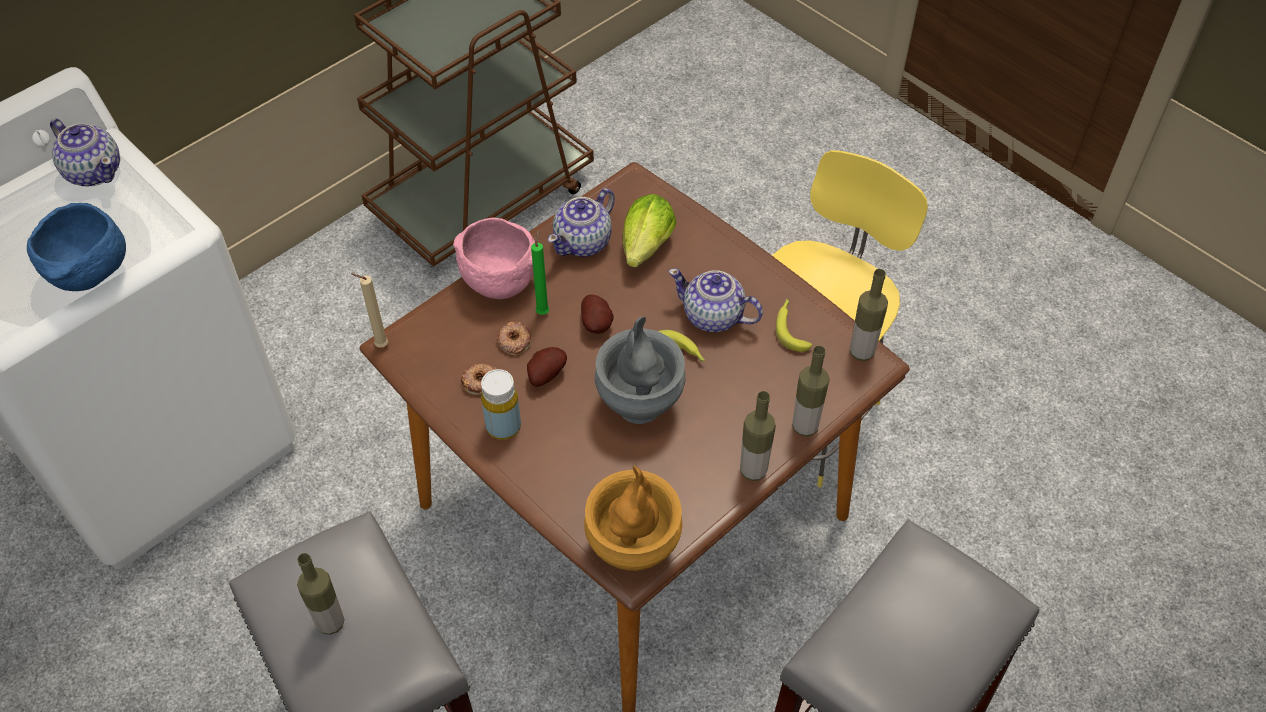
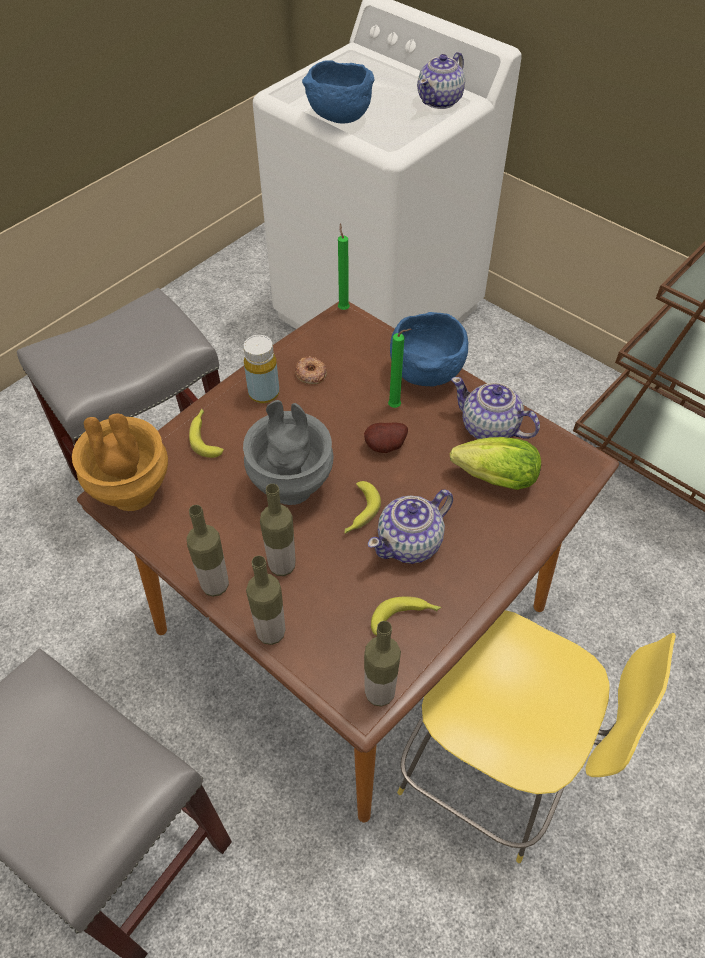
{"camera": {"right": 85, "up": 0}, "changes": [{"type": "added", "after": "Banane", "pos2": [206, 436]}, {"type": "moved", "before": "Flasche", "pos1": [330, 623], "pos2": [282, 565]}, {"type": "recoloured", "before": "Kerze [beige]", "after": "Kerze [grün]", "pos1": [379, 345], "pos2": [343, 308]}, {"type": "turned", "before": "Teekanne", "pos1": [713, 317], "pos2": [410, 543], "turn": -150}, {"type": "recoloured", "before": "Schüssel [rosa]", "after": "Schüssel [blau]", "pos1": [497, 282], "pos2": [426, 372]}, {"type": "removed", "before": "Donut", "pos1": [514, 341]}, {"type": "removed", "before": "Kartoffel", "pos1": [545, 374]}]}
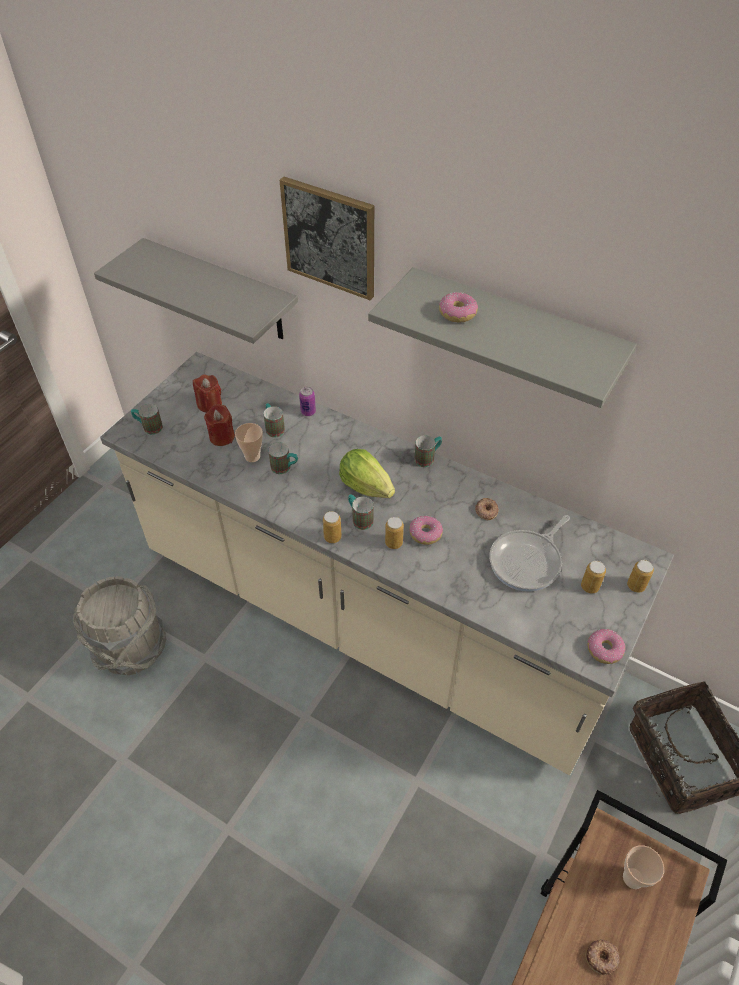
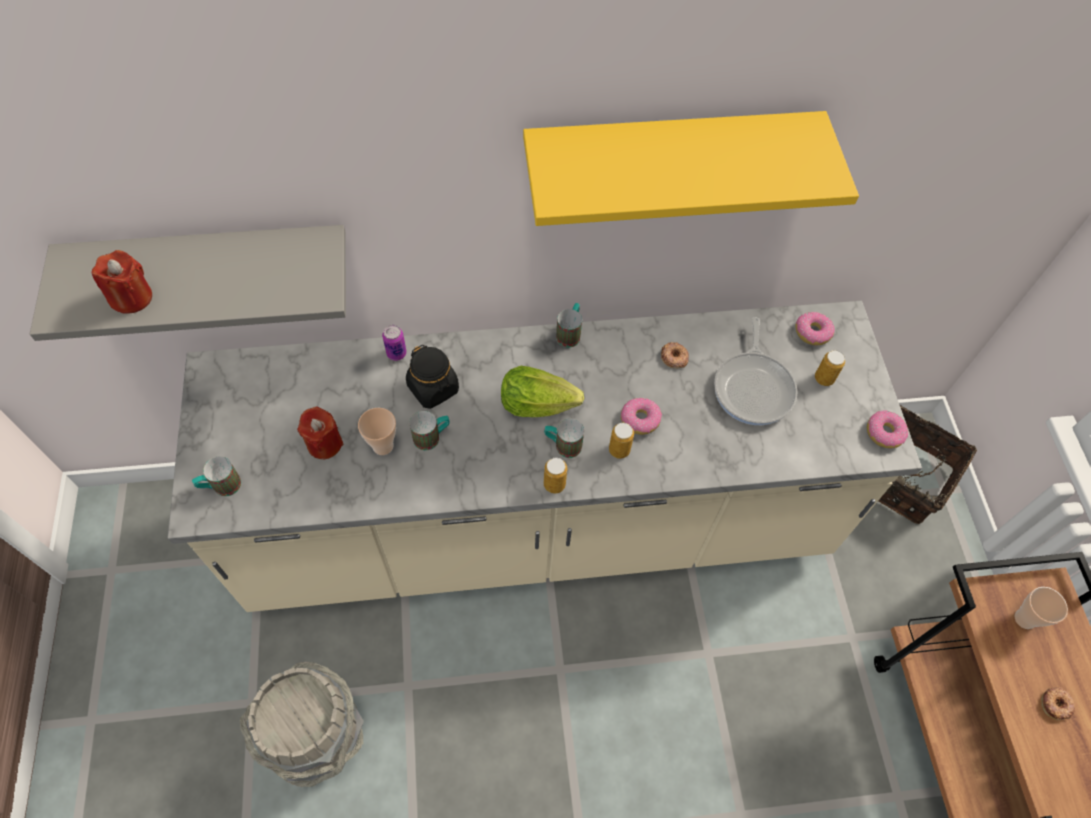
{"camera": {"right": -40, "up": 10}, "changes": [{"type": "moved", "before": "Kerze [rot]", "pos1": [209, 404], "pos2": [132, 297]}, {"type": "added", "after": "Vorratsglas [schwarz]", "pos2": [433, 388]}, {"type": "recoloured", "before": "Wandregal [grau]", "after": "Wandregal [gelb]", "pos1": [514, 333], "pos2": [669, 155]}, {"type": "moved", "before": "Donut", "pos1": [457, 313], "pos2": [812, 332]}, {"type": "removed", "before": "Henkelbecher", "pos1": [273, 427]}, {"type": "removed", "before": "Bild", "pos1": [330, 238]}, {"type": "removed", "before": "Dose", "pos1": [636, 586]}]}
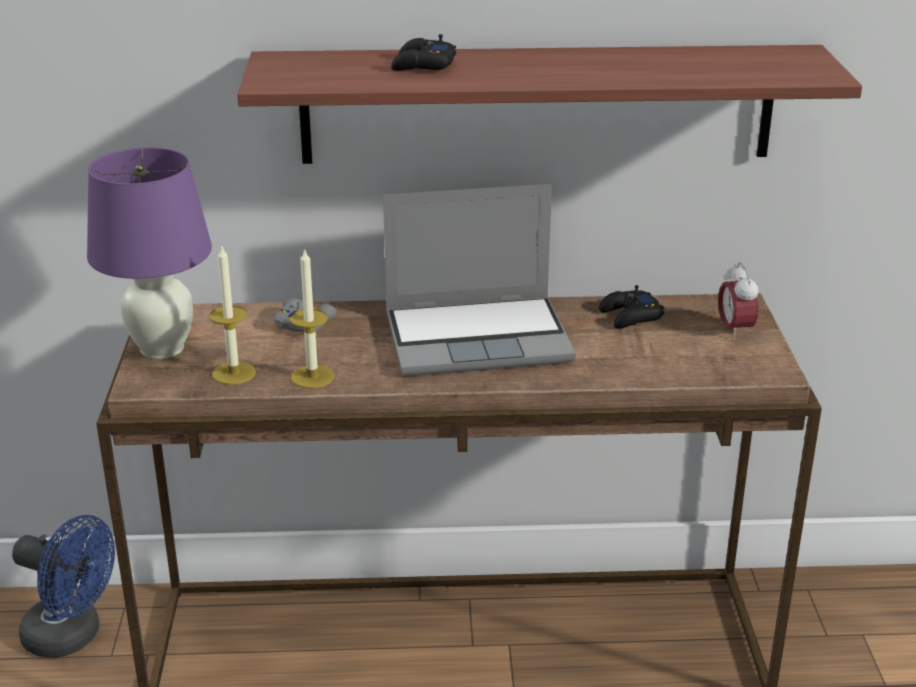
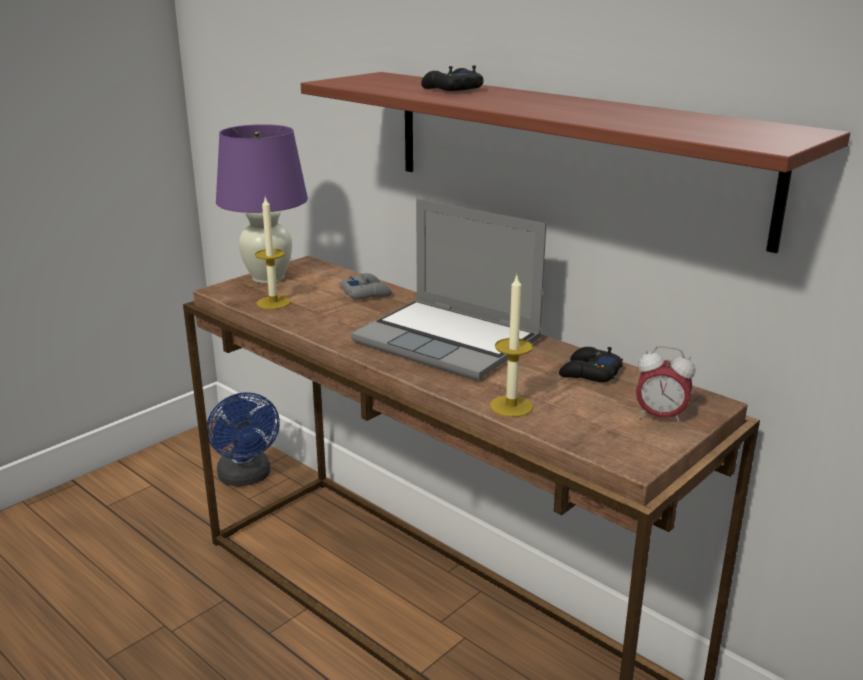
{"camera": {"right": 45, "up": -5}, "changes": [{"type": "moved", "before": "Kerze", "pos1": [312, 377], "pos2": [511, 406]}, {"type": "turned", "before": "Wecker", "pos1": [734, 330], "pos2": [660, 417], "turn": -105}]}
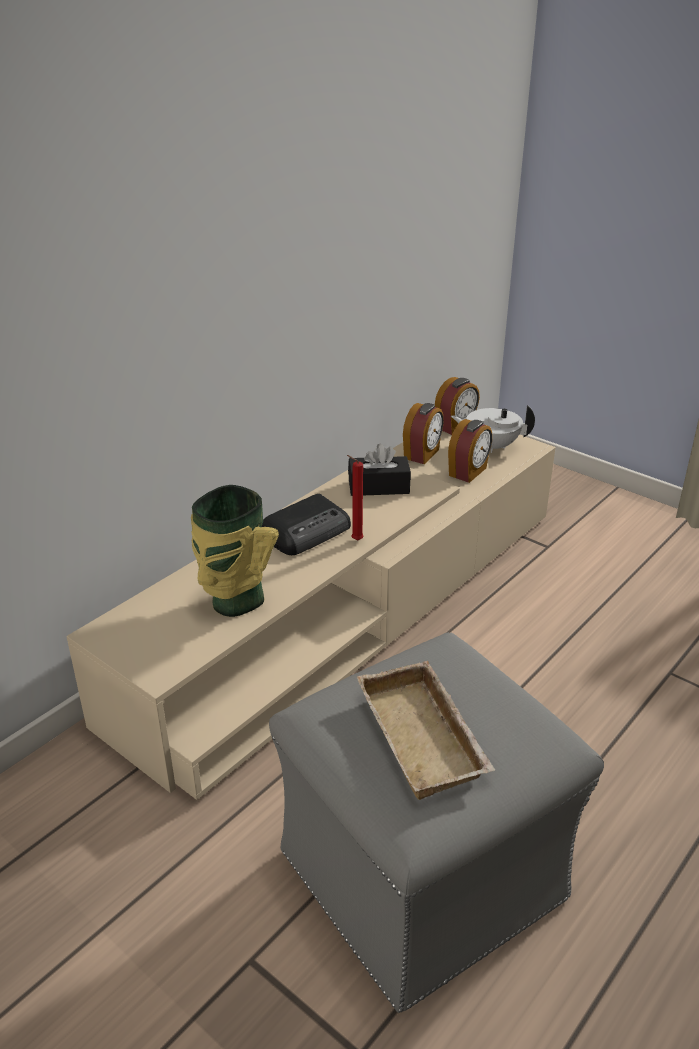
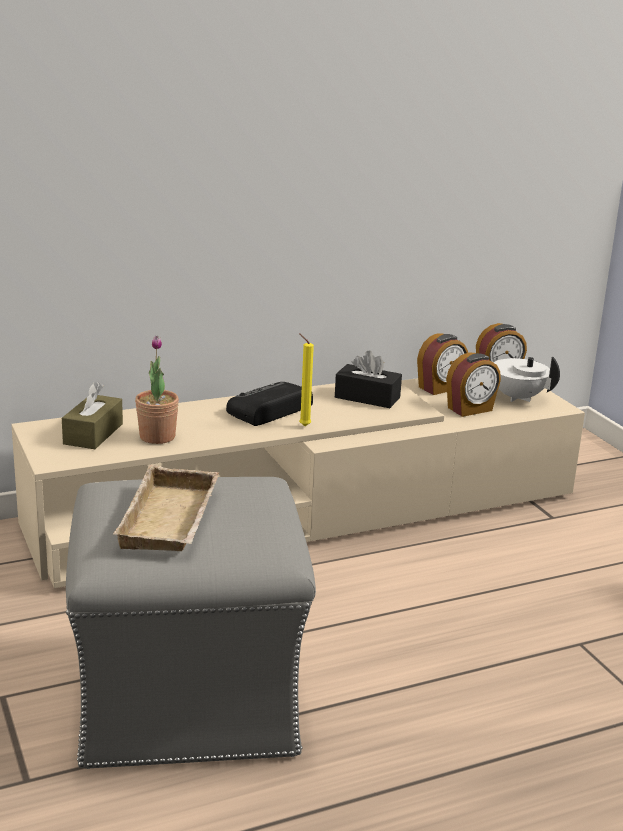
{"camera": {"right": 25, "up": -10}, "changes": [{"type": "added", "after": "Taschentuchbox [braun]", "pos2": [93, 434]}, {"type": "replaced", "before": "Vase", "after": "Topfpflanze", "pos1": [234, 602], "pos2": [157, 437]}, {"type": "turned", "before": "Radio", "pos1": [307, 531], "pos2": [268, 410], "turn": 150}, {"type": "recoloured", "before": "Kerze [rot]", "after": "Kerze [gelb]", "pos1": [355, 540], "pos2": [303, 425]}]}
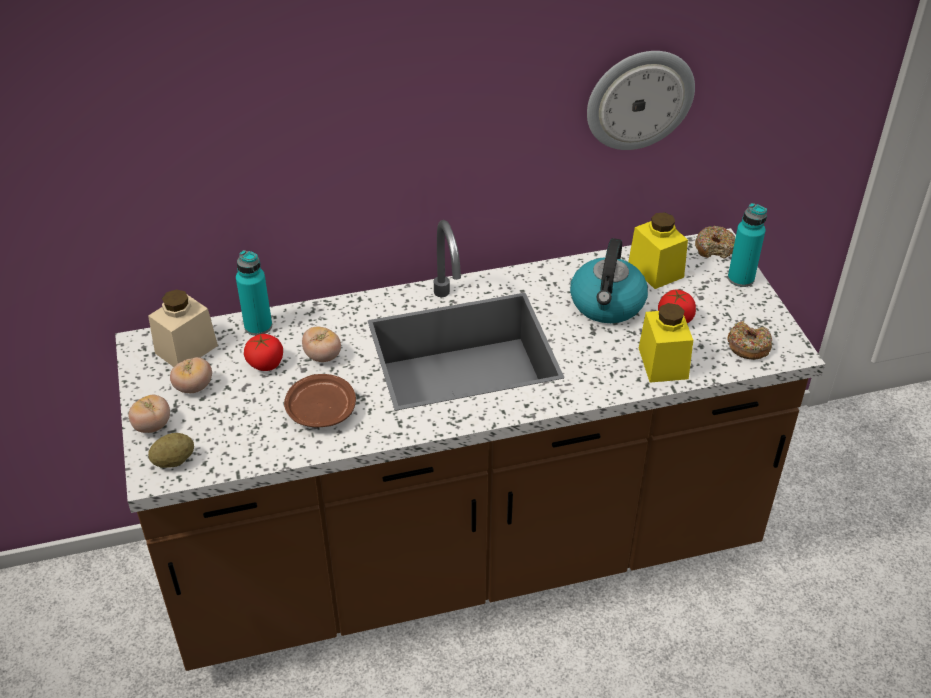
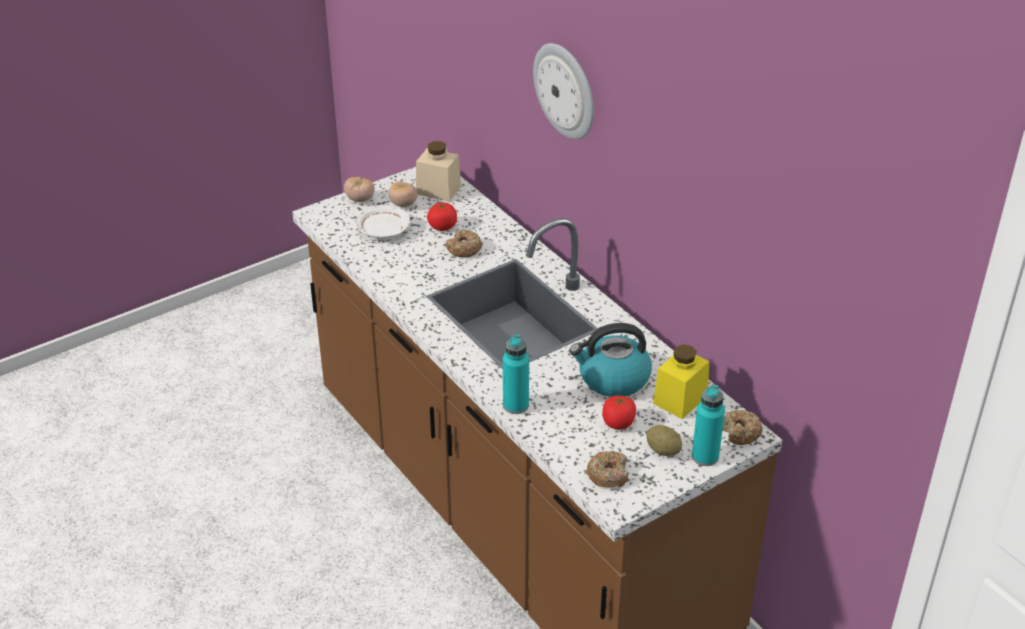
{"camera": {"right": 70, "up": -5}, "changes": [{"type": "added", "after": "Teller [weiß]", "pos2": [383, 230]}, {"type": "replaced", "before": "Tomate", "after": "Donut", "pos1": [322, 356], "pos2": [464, 249]}, {"type": "moved", "before": "Flasche [türkis]", "pos1": [258, 326], "pos2": [515, 405]}, {"type": "moved", "before": "Wanduhr", "pos1": [639, 99], "pos2": [566, 90]}, {"type": "moved", "before": "Kartoffel", "pos1": [174, 461], "pos2": [663, 450]}, {"type": "removed", "before": "Teller [braun]", "pos1": [320, 410]}, {"type": "removed", "before": "Vorratsglas [gelb]", "pos1": [663, 363]}]}
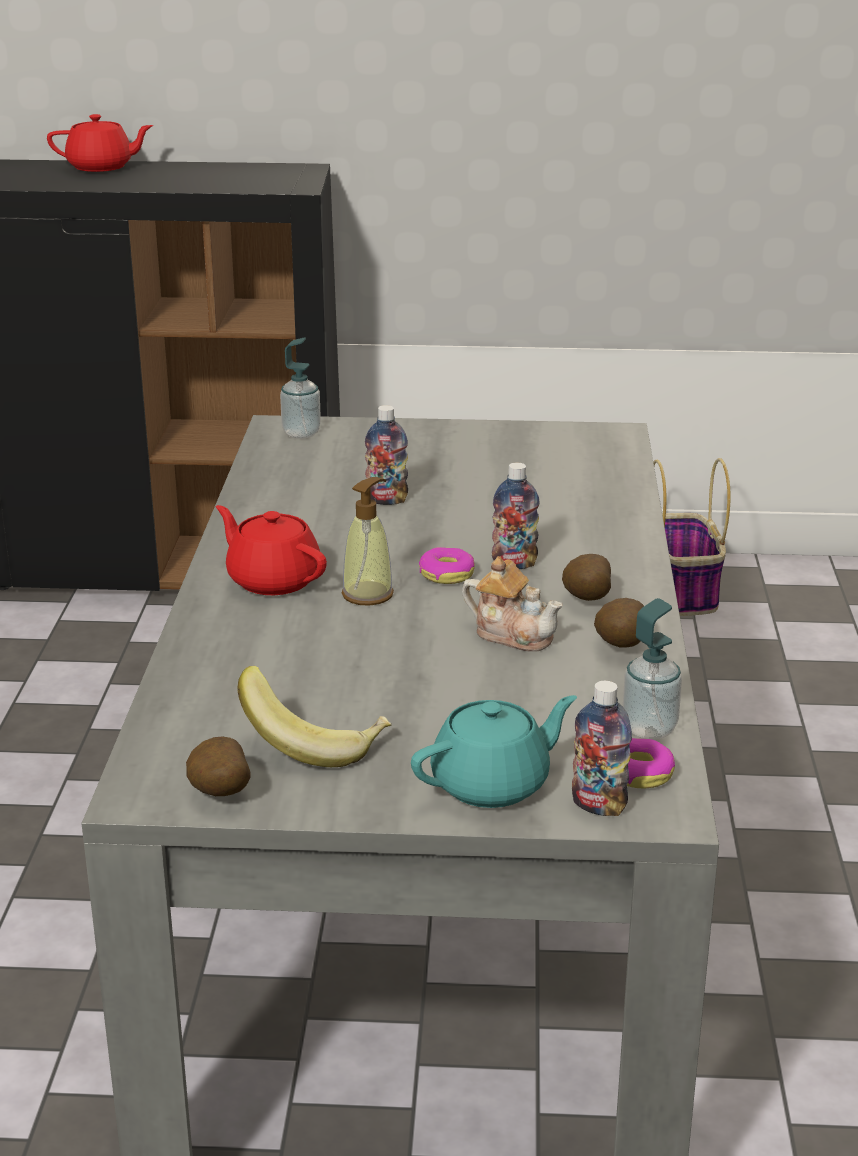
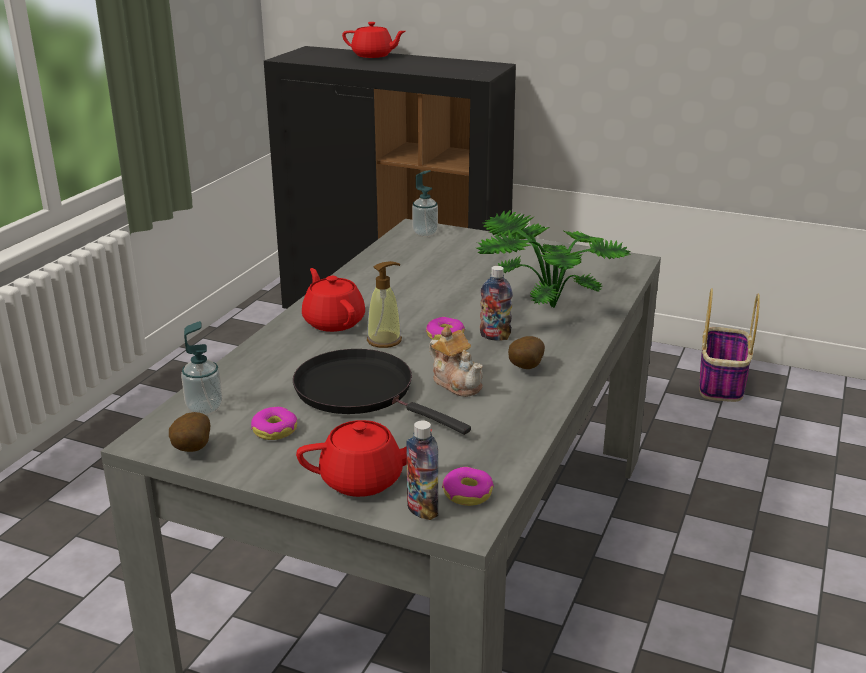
{"camera": {"right": 20, "up": 0}, "changes": [{"type": "moved", "before": "Seifenspender", "pos1": [649, 729], "pos2": [204, 408]}, {"type": "replaced", "before": "Banane", "after": "Donut", "pos1": [316, 744], "pos2": [274, 430]}, {"type": "added", "after": "Pfanne [schwarz]", "pos2": [361, 392]}, {"type": "recoloured", "before": "Teekanne [türkis]", "after": "Teekanne [rot]", "pos1": [493, 784], "pos2": [364, 480]}, {"type": "added", "after": "Topfpflanze", "pos2": [545, 304]}, {"type": "removed", "before": "Flasche", "pos1": [387, 500]}, {"type": "removed", "before": "Kartoffel", "pos1": [618, 647]}]}
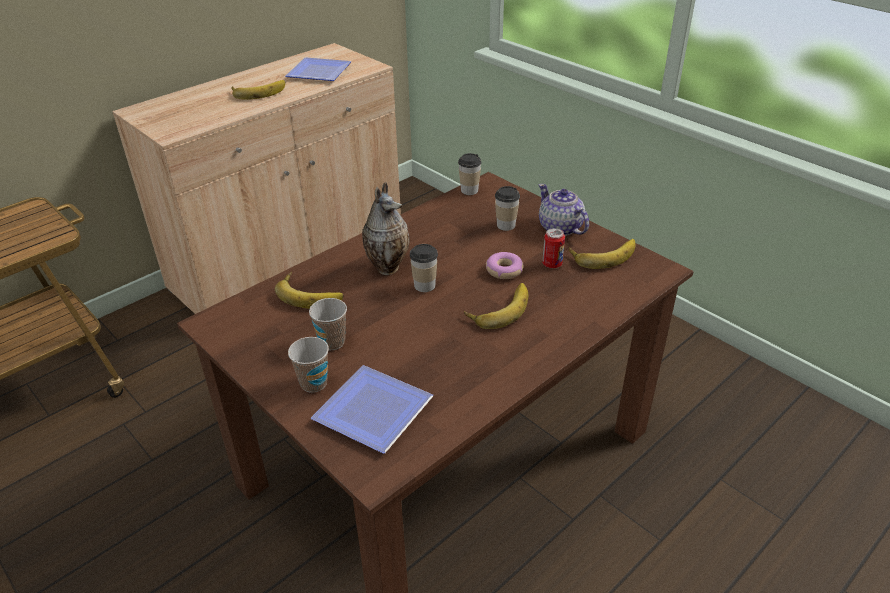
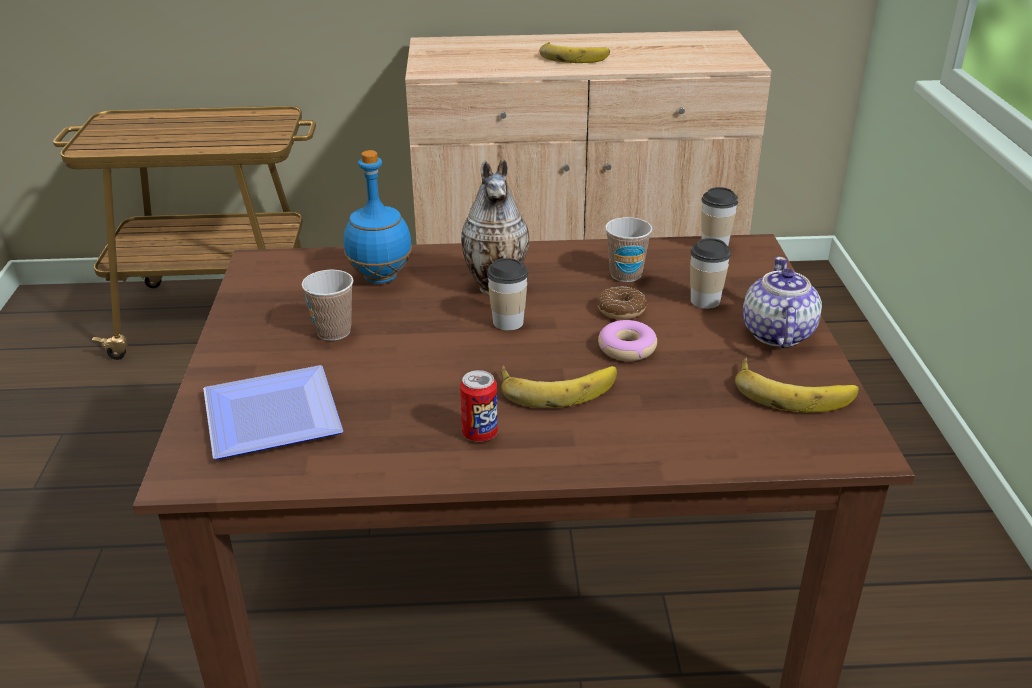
{"camera": {"right": 40, "up": -5}, "changes": [{"type": "replaced", "before": "Banane", "after": "Flasche [blau]", "pos1": [311, 294], "pos2": [381, 277]}, {"type": "moved", "before": "Dose", "pos1": [552, 264], "pos2": [480, 434]}, {"type": "added", "after": "Donut", "pos2": [621, 310]}, {"type": "moved", "before": "Tasse", "pos1": [313, 383], "pos2": [625, 275]}, {"type": "removed", "before": "Teller", "pos1": [318, 71]}]}
